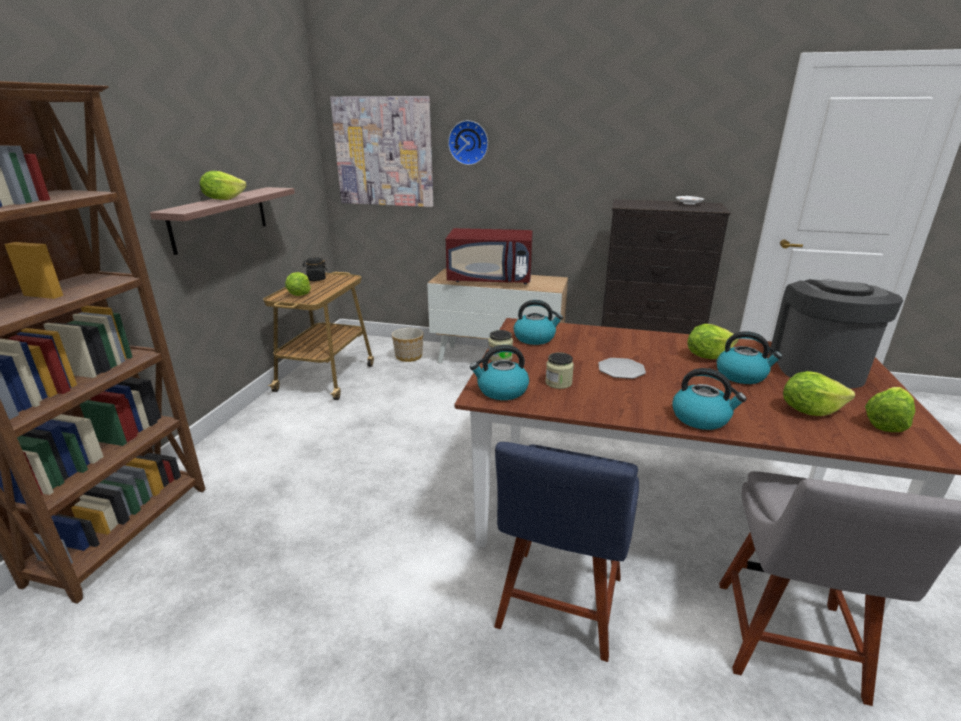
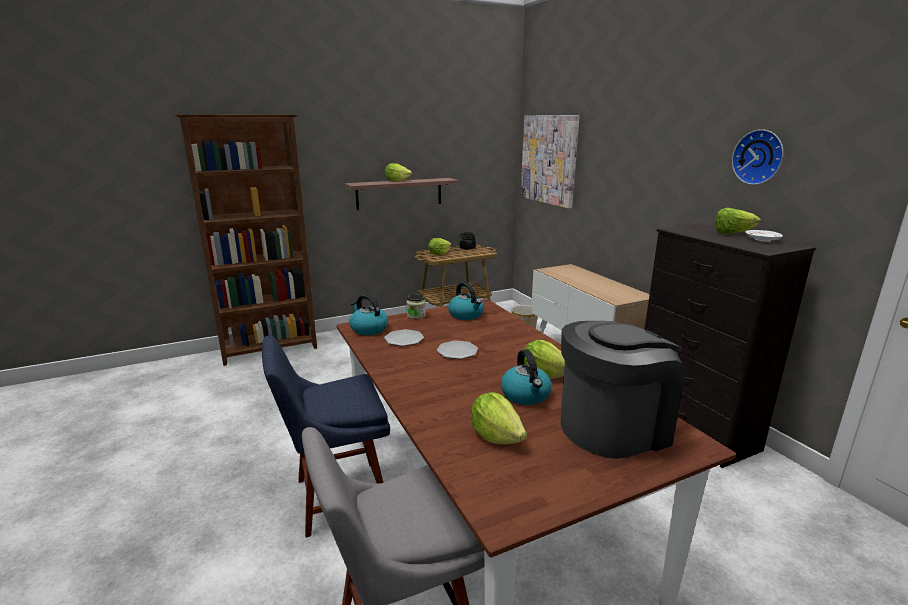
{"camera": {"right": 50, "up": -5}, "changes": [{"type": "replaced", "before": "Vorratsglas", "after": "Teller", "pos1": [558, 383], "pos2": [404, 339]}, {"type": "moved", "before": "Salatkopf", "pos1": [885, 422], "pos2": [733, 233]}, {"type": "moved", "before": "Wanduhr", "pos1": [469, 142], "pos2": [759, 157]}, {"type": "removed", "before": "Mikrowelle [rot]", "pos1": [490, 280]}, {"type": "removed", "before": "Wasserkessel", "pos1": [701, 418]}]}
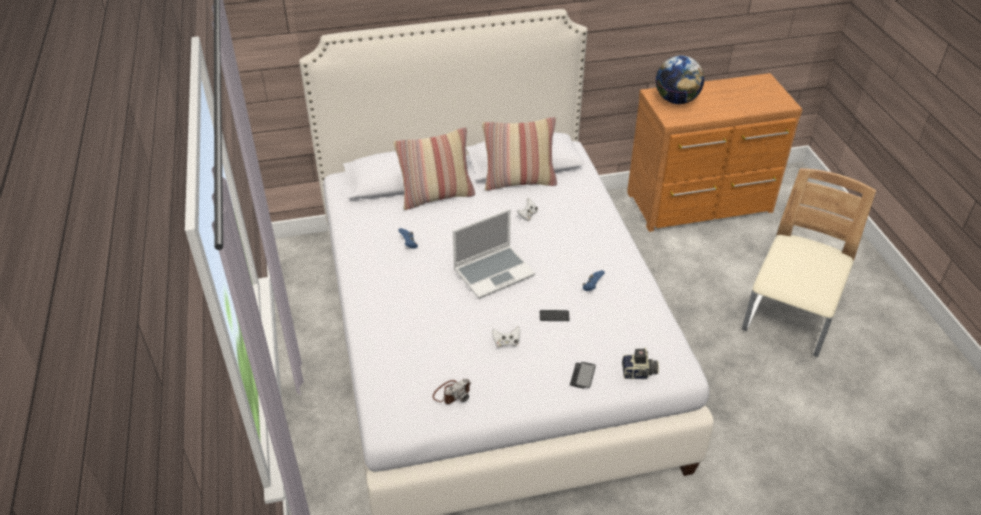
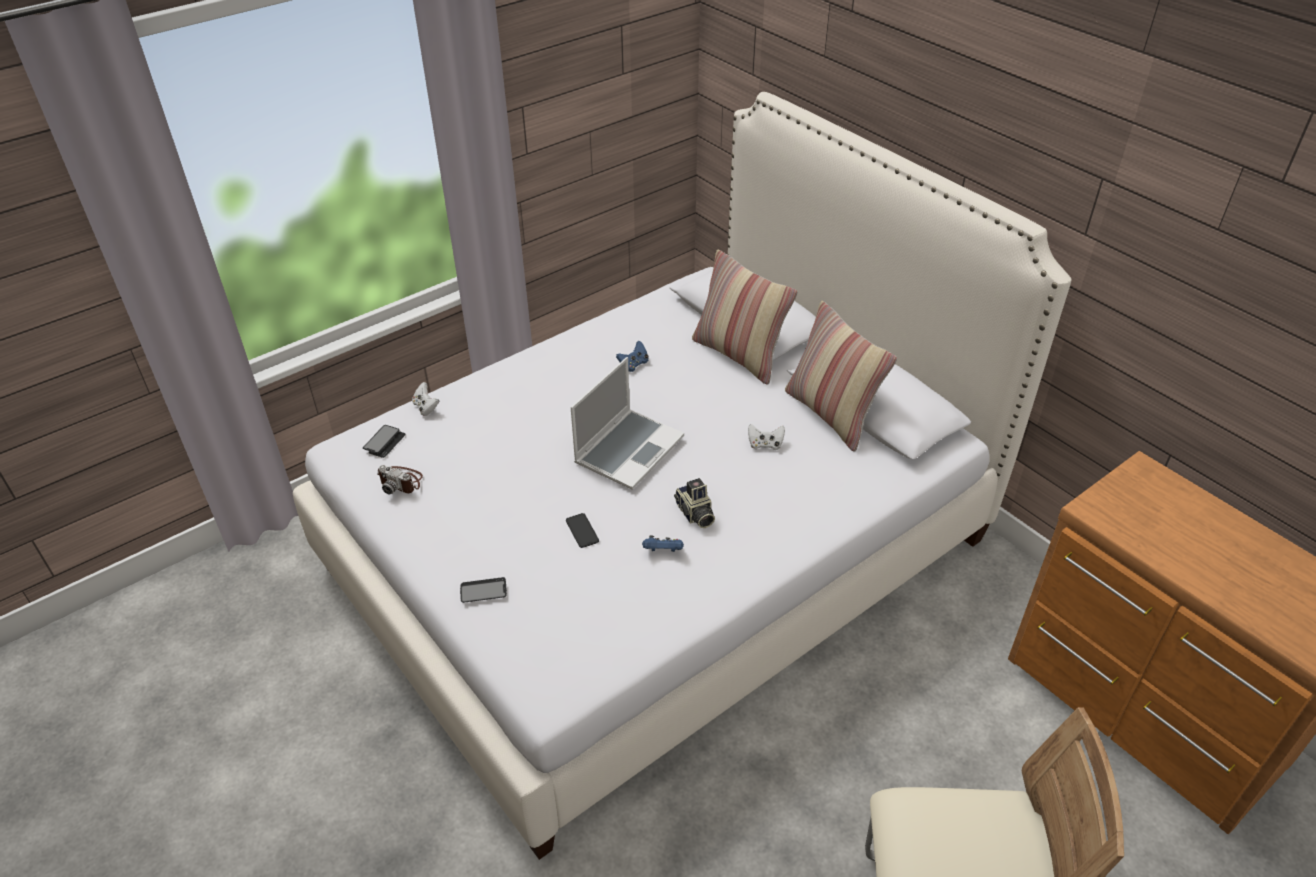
{"camera": {"right": 65, "up": 0}, "changes": [{"type": "added", "after": "Handy", "pos2": [384, 442]}, {"type": "moved", "before": "Gamepad [weiß]", "pos1": [506, 342], "pos2": [426, 407]}, {"type": "turned", "before": "Laptop", "pos1": [494, 272], "pos2": [629, 449], "turn": -90}, {"type": "moved", "before": "Kamera", "pos1": [639, 373], "pos2": [694, 514]}, {"type": "removed", "before": "Globus", "pos1": [676, 100]}]}
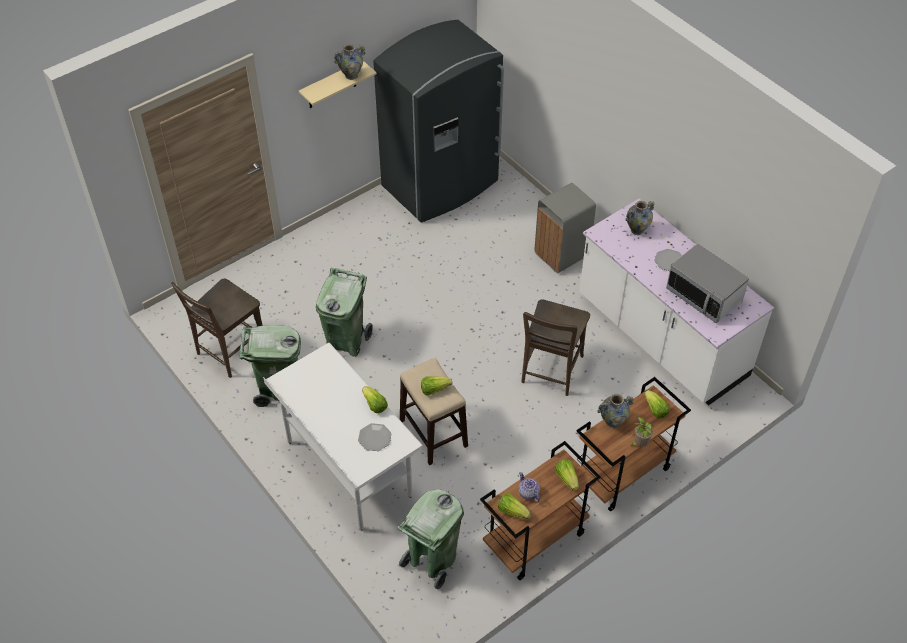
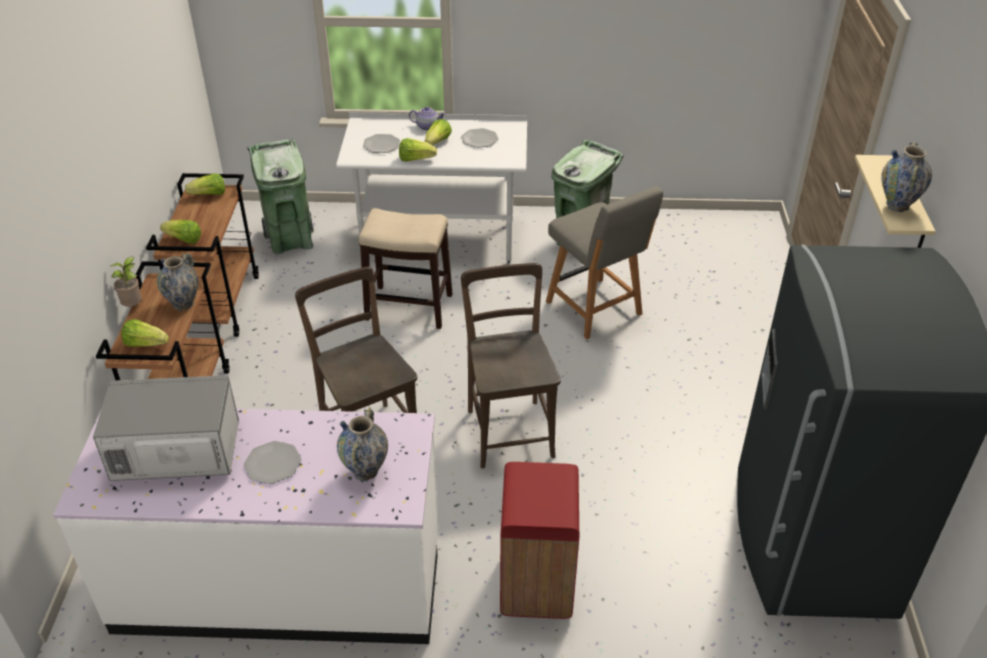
{"camera": {"right": 130, "up": -10}, "changes": [{"type": "moved", "before": "Teekanne", "pos1": [528, 493], "pos2": [427, 126]}, {"type": "moved", "before": "Salatkopf", "pos1": [434, 389], "pos2": [437, 142]}, {"type": "added", "after": "Teller", "pos2": [479, 139]}, {"type": "moved", "before": "Stuhl [braun]", "pos1": [229, 352], "pos2": [509, 429]}, {"type": "recoloured", "before": "Mülleimer [grau]", "after": "Mülleimer [rot]", "pos1": [562, 254], "pos2": [535, 585]}, {"type": "replaced", "before": "Mülleimer [grün]", "after": "Stuhl [grau]", "pos1": [346, 341], "pos2": [595, 310]}]}
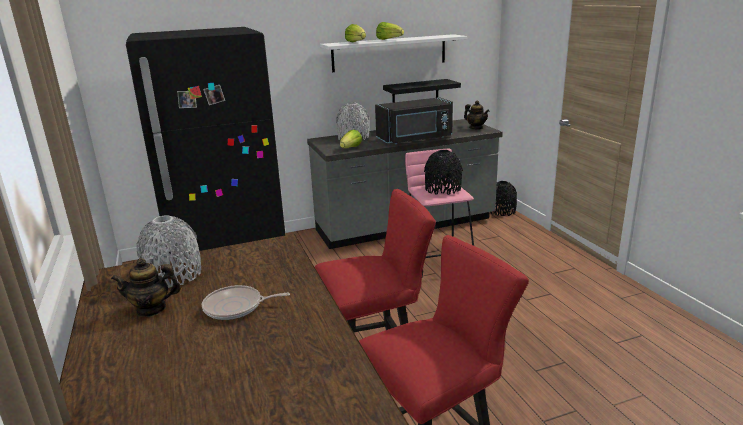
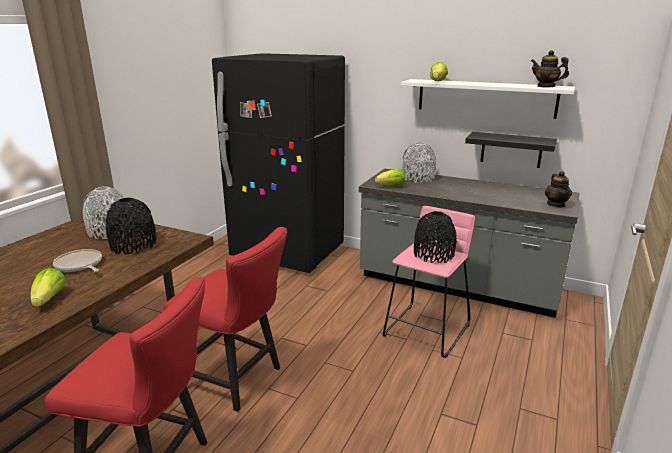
{"camera": {"right": 45, "up": 0}, "changes": [{"type": "moved", "before": "Salatkopf", "pos1": [389, 39], "pos2": [49, 299]}, {"type": "moved", "before": "Vase [schwarz]", "pos1": [501, 211], "pos2": [133, 245]}, {"type": "moved", "before": "Teekanne", "pos1": [151, 309], "pos2": [546, 86]}, {"type": "removed", "before": "Mikrowelle [schwarz]", "pos1": [415, 139]}]}
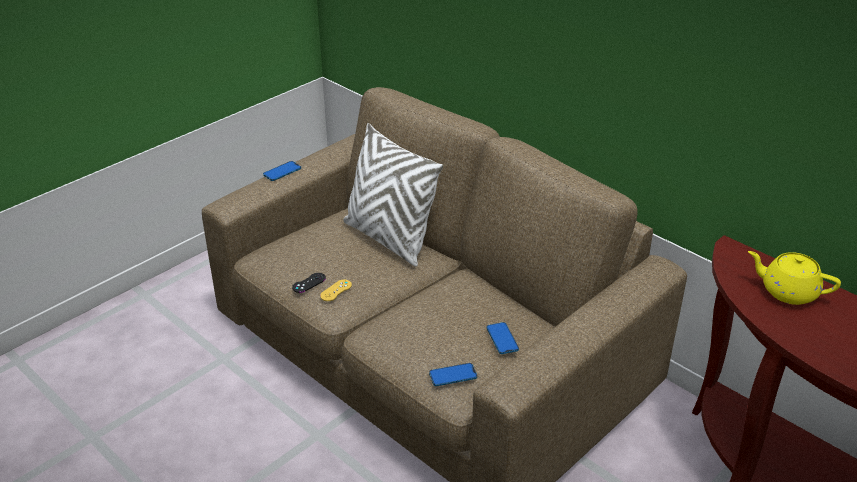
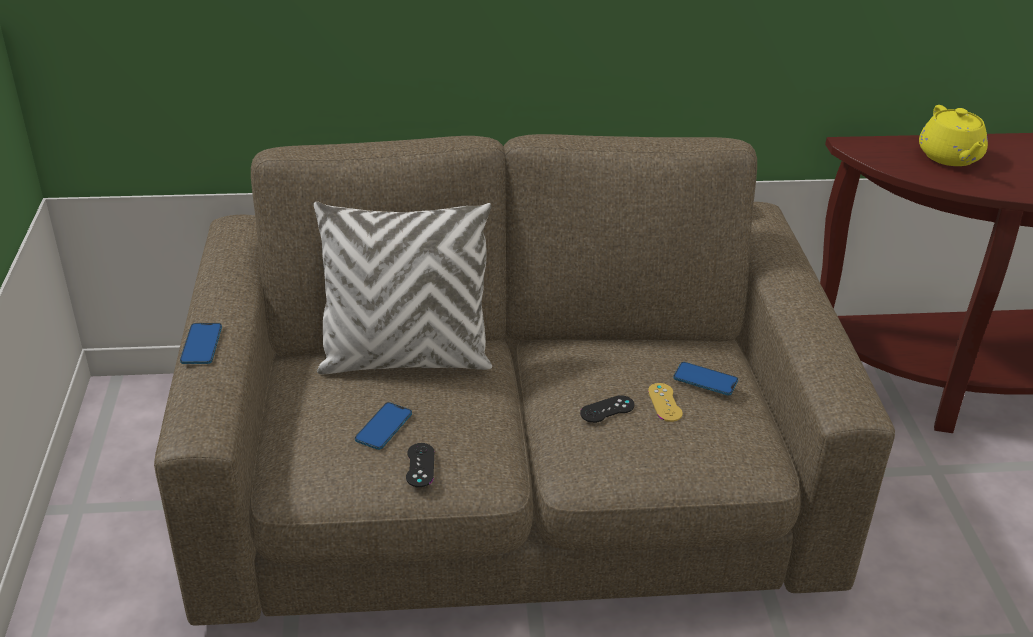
{"camera": {"right": -50, "up": 0}, "changes": [{"type": "moved", "before": "Handy", "pos1": [453, 375], "pos2": [383, 427]}, {"type": "added", "after": "Gamepad [schwarz]", "pos2": [607, 409]}, {"type": "moved", "before": "Gamepad [gelb]", "pos1": [336, 290], "pos2": [665, 402]}, {"type": "turned", "before": "Teekanne [gelb]", "pos1": [787, 291], "pos2": [950, 157], "turn": -75}]}
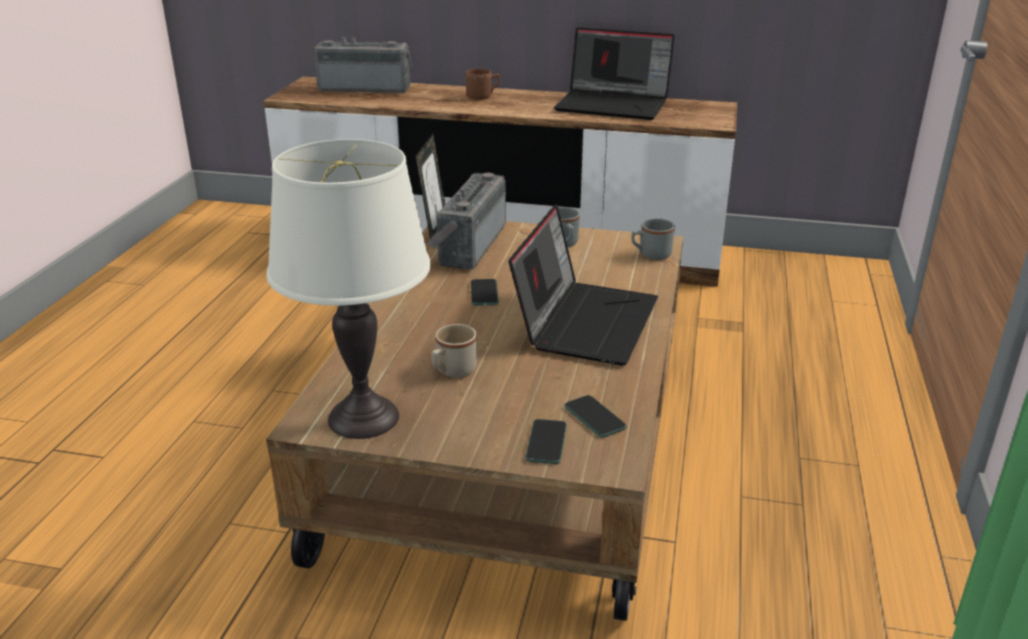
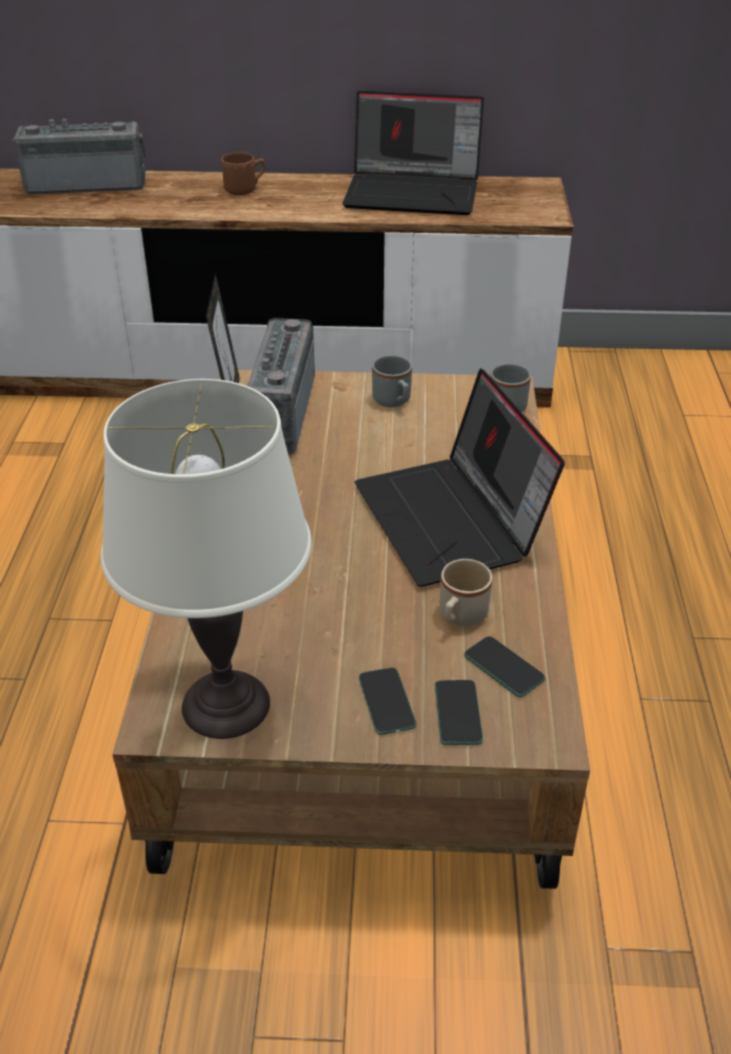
{"camera": {"right": -10, "up": 10}, "changes": [{"type": "turned", "before": "Laptop", "pos1": [585, 321], "pos2": [452, 521], "turn": 150}, {"type": "moved", "before": "Handy", "pos1": [484, 293], "pos2": [386, 702]}, {"type": "moved", "before": "Henkelbecher [beige]", "pos1": [452, 371], "pos2": [460, 617]}]}
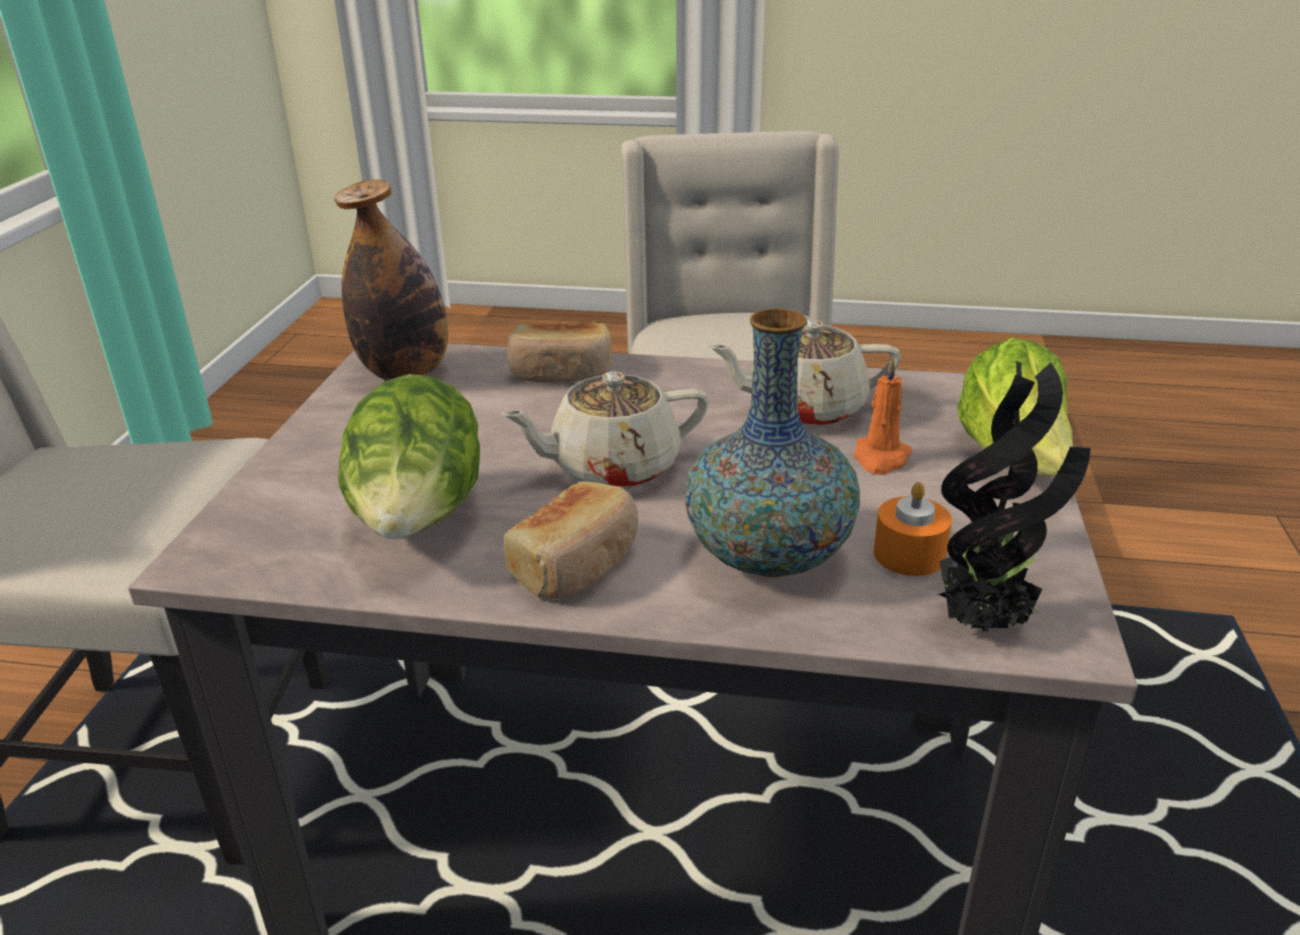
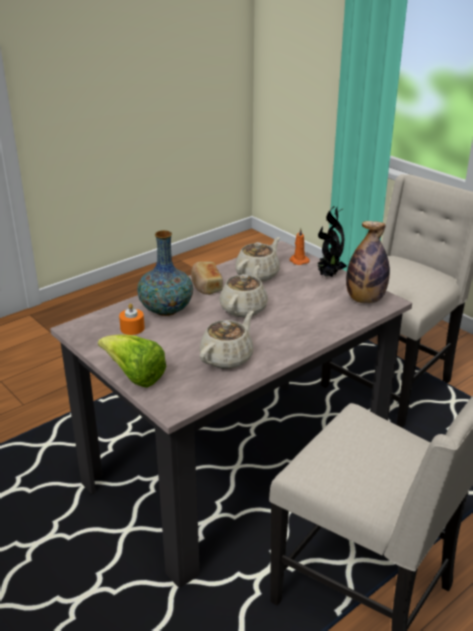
{"camera": {"right": 130, "up": 0}, "changes": [{"type": "replaced", "before": "Salatkopf", "after": "Teekanne [beige]", "pos1": [419, 521], "pos2": [258, 274]}, {"type": "moved", "before": "Kerze [orange]", "pos1": [880, 458], "pos2": [298, 261]}, {"type": "moved", "before": "Topfpflanze", "pos1": [985, 623], "pos2": [328, 275]}, {"type": "removed", "before": "Brot", "pos1": [561, 372]}]}
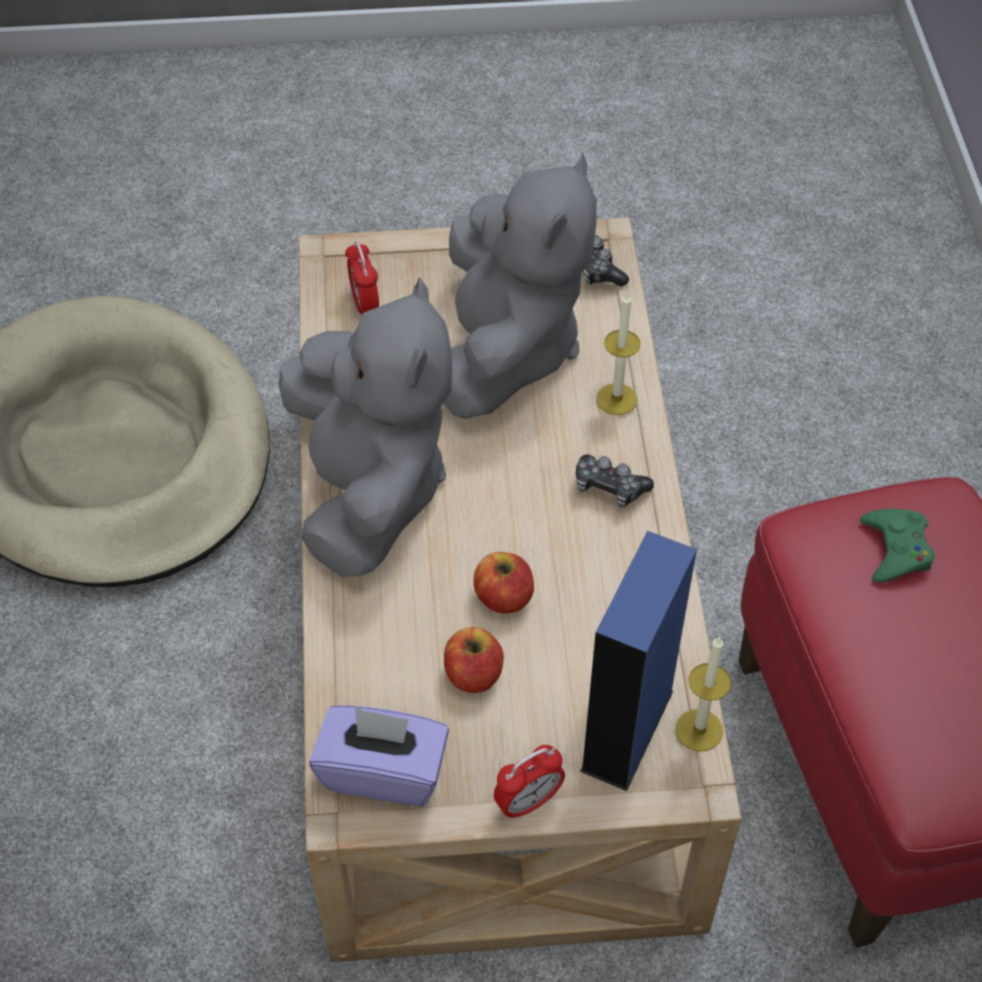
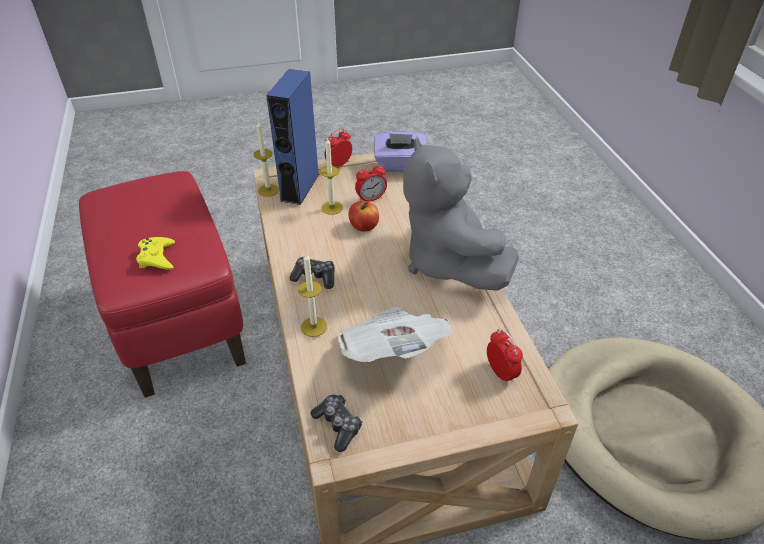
{"camera": {"right": 170, "up": -10}, "changes": [{"type": "recoloured", "before": "Gamepad [grün]", "after": "Gamepad [gelb]", "pos1": [895, 550], "pos2": [157, 257]}, {"type": "added", "after": "Kerze", "pos2": [332, 208]}, {"type": "replaced", "before": "Plüschtier [grau]", "after": "Zeitung", "pos1": [505, 350], "pos2": [392, 352]}, {"type": "replaced", "before": "Apfel", "after": "Wecker", "pos1": [474, 674], "pos2": [371, 199]}]}
